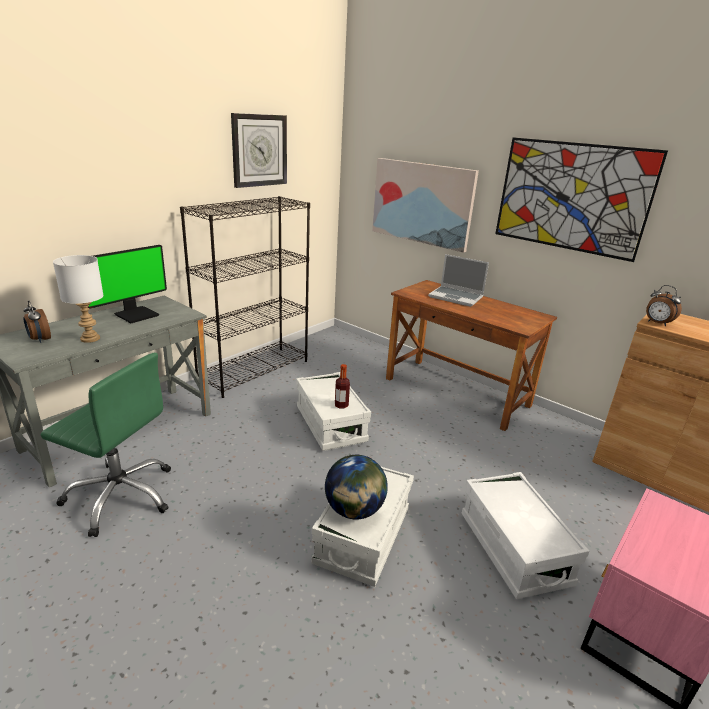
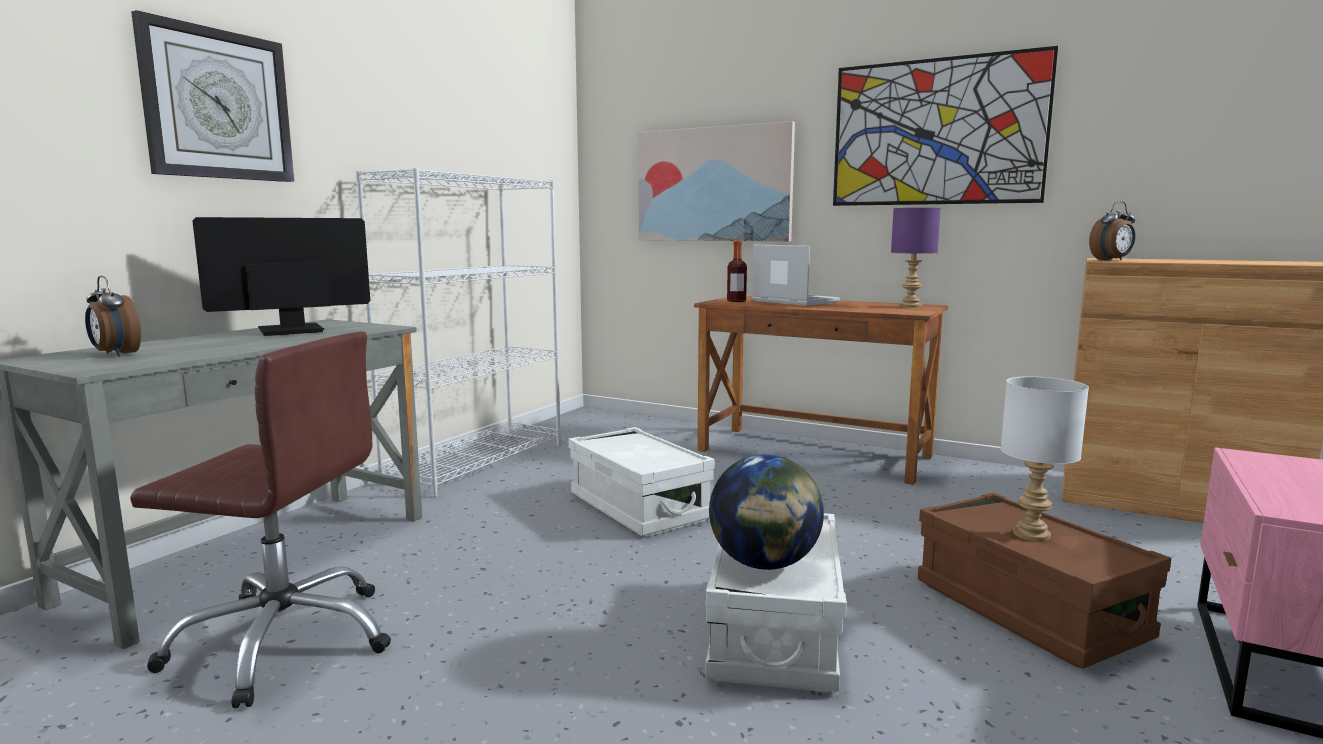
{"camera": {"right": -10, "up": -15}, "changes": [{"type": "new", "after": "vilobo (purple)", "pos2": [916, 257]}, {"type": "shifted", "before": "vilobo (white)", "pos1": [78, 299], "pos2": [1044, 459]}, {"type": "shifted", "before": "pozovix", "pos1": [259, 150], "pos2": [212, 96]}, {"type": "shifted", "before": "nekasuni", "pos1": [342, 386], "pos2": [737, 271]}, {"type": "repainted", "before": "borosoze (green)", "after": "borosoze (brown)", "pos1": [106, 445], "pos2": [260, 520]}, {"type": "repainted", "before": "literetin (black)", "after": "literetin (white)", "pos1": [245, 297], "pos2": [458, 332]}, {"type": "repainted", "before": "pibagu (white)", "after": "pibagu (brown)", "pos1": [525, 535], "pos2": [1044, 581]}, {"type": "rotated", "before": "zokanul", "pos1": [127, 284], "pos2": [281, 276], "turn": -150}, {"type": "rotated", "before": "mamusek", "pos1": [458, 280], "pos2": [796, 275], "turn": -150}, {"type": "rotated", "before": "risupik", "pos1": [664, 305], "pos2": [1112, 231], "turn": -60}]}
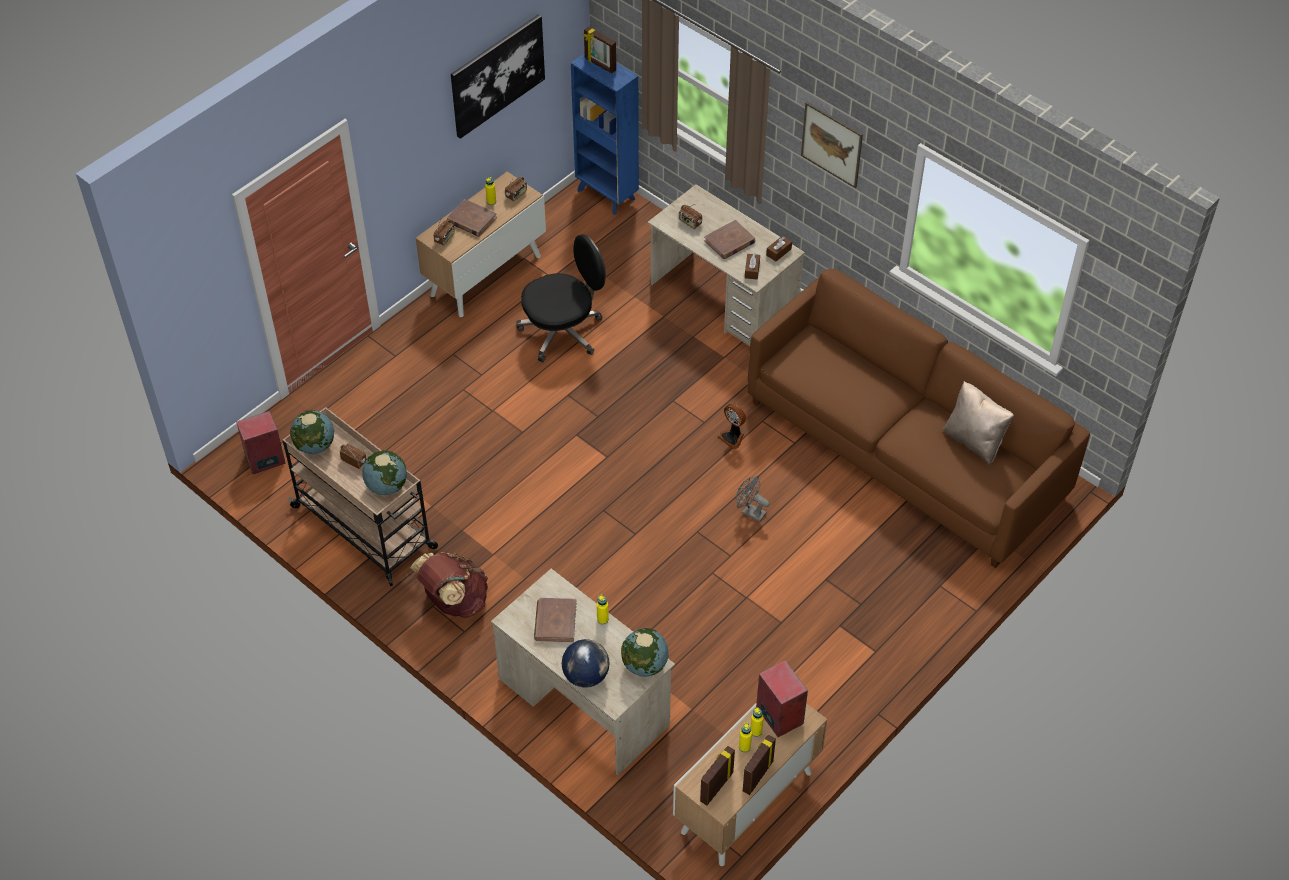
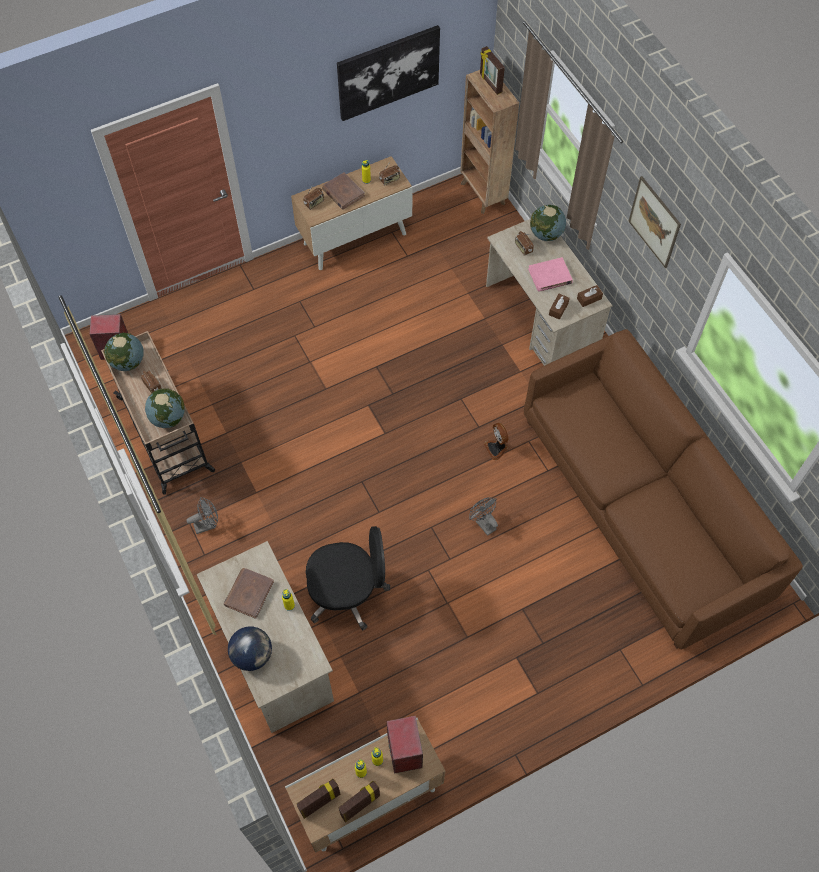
{"camera": {"right": 20, "up": 10}, "changes": [{"type": "gone", "before": "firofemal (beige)", "pos1": [978, 423]}, {"type": "shifted", "before": "borosoze (black)", "pos1": [561, 298], "pos2": [347, 578]}, {"type": "shifted", "before": "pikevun", "pos1": [645, 652], "pos2": [548, 223]}, {"type": "swapped", "before": "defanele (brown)", "after": "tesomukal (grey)", "pos1": [449, 585], "pos2": [202, 515]}, {"type": "repainted", "before": "literetin (blue)", "after": "literetin (brown)", "pos1": [605, 134], "pos2": [489, 142]}, {"type": "repainted", "before": "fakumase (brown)", "after": "fakumase (pink)", "pos1": [730, 239], "pos2": [550, 274]}]}
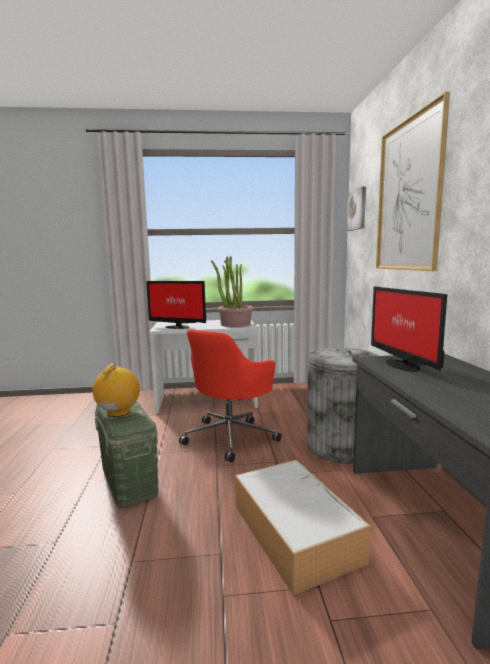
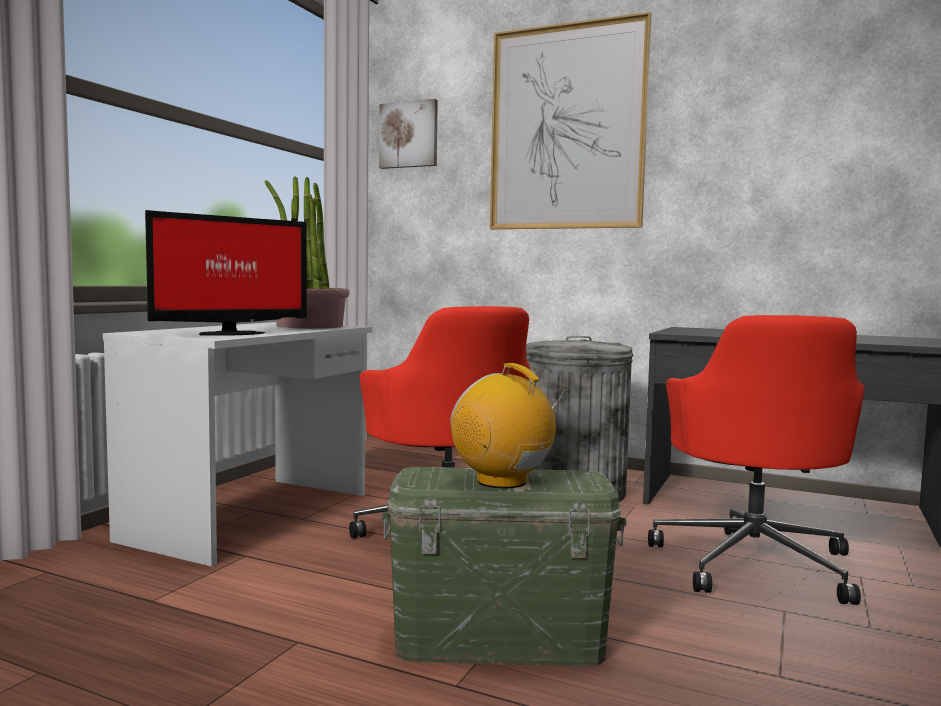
{"camera": {"right": -60, "up": -5}, "changes": [{"type": "gone", "before": "zokanul", "pos1": [409, 329]}, {"type": "swapped", "before": "pibagu", "after": "borosoze (red)", "pos1": [303, 527], "pos2": [756, 460]}]}
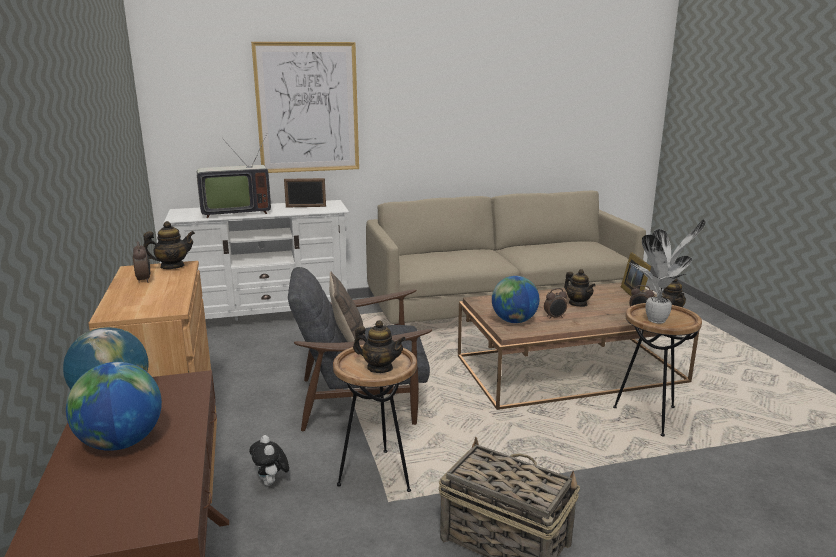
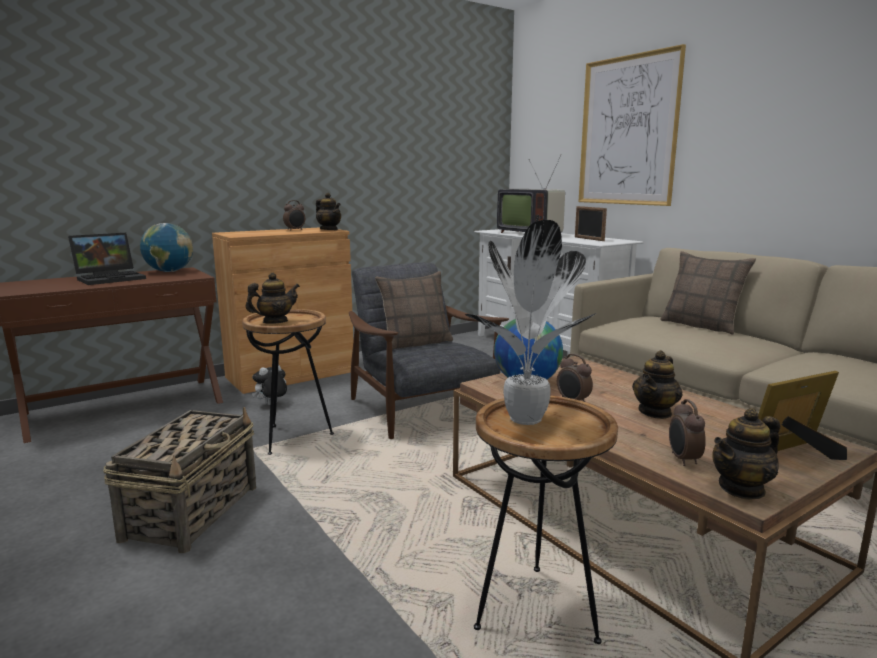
{"camera": {"right": 70, "up": -5}, "changes": [{"type": "new", "after": "firofemal", "pos2": [708, 293]}, {"type": "swapped", "before": "pikevun", "after": "mamusek", "pos1": [114, 406], "pos2": [107, 259]}, {"type": "rotated", "before": "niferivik", "pos1": [379, 346], "pos2": [273, 298], "turn": -120}]}
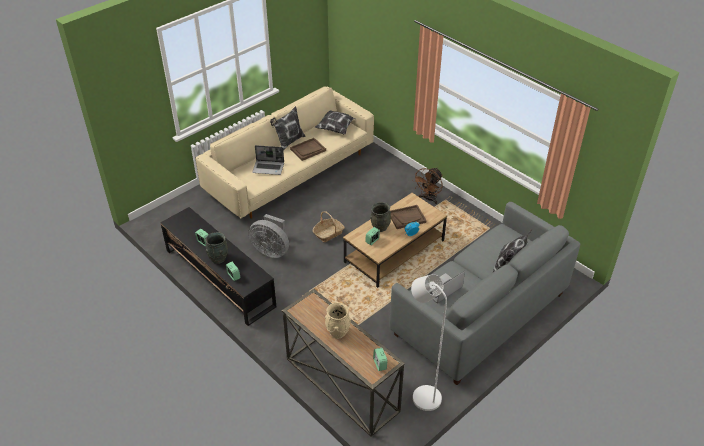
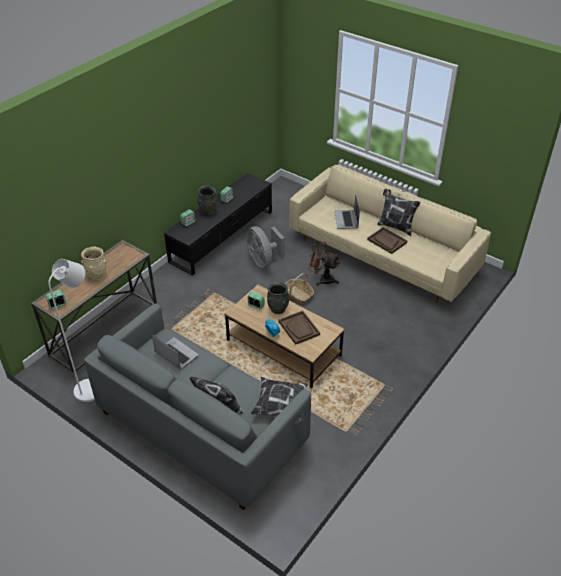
{"camera": {"right": 80, "up": 0}, "changes": [{"type": "shifted", "before": "firofemal", "pos1": [334, 122], "pos2": [279, 400]}, {"type": "shifted", "before": "tesomukal (brown)", "pos1": [427, 186], "pos2": [324, 263]}, {"type": "rotated", "before": "tesomukal (grey)", "pos1": [268, 236], "pos2": [265, 247], "turn": -45}]}
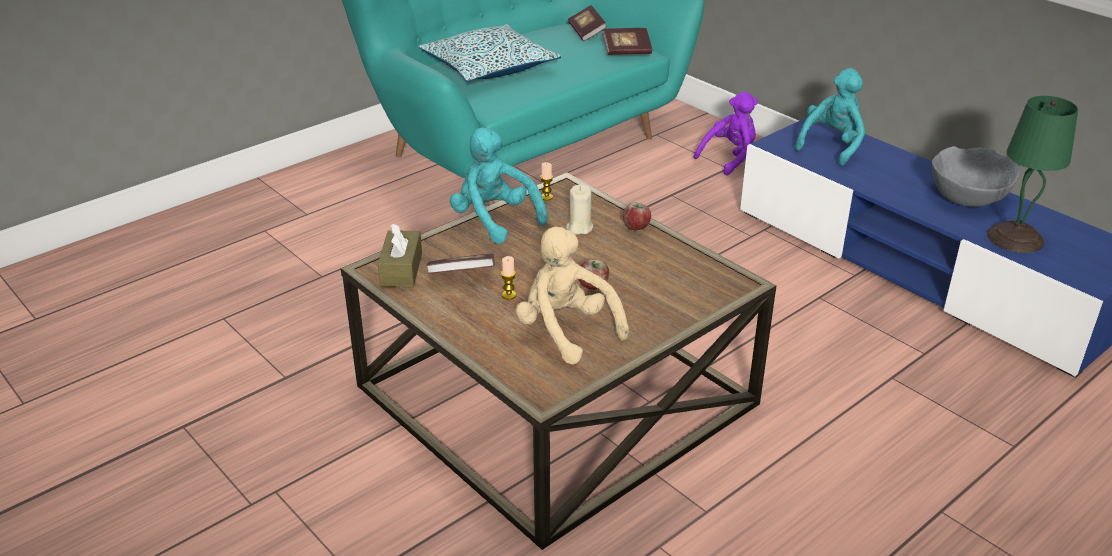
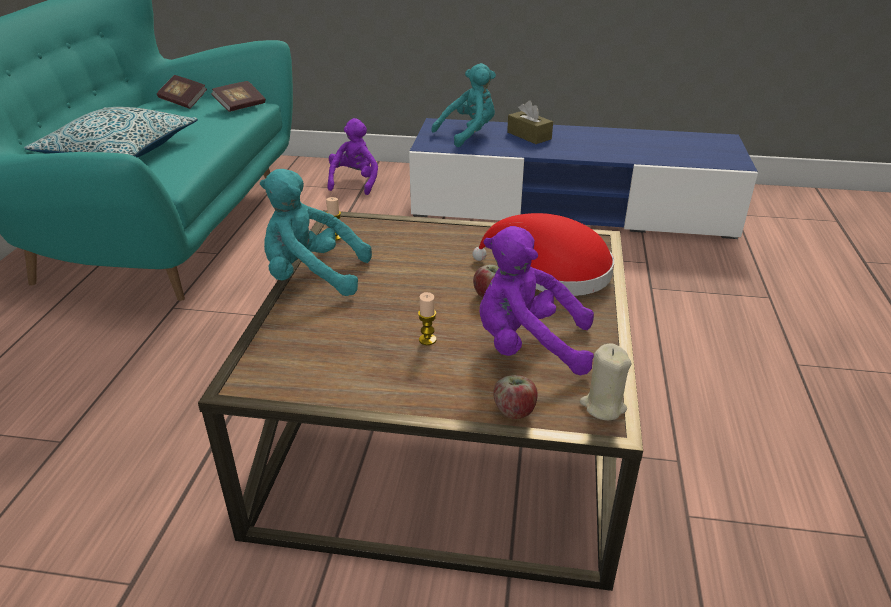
{"camera": {"right": -40, "up": 0}, "changes": [{"type": "gone", "before": "fakumase", "pos1": [460, 263]}, {"type": "gone", "before": "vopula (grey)", "pos1": [976, 176]}, {"type": "gone", "before": "vilobo (green)", "pos1": [1032, 174]}, {"type": "new", "after": "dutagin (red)", "pos2": [543, 254]}, {"type": "shifted", "before": "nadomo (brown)", "pos1": [400, 255], "pos2": [530, 122]}, {"type": "shifted", "before": "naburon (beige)", "pos1": [579, 209], "pos2": [606, 381]}, {"type": "shifted", "before": "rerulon", "pos1": [637, 216], "pos2": [515, 397]}, {"type": "repainted", "before": "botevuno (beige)", "after": "botevuno (purple)", "pos1": [572, 295], "pos2": [536, 300]}, {"type": "rotated", "before": "botevuno (turquoise)", "pos1": [830, 117], "pos2": [463, 105], "turn": 60}]}
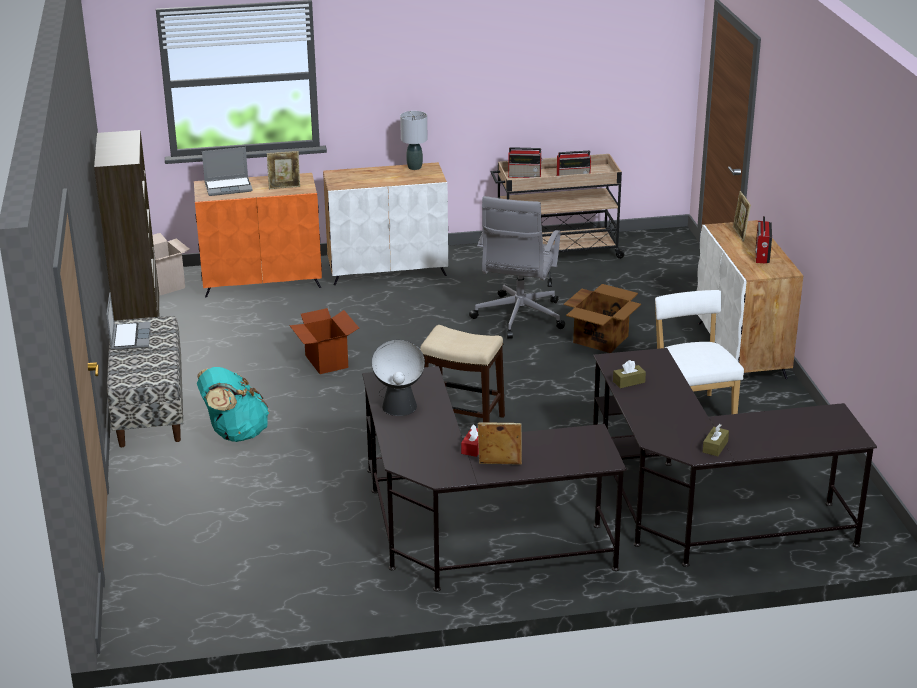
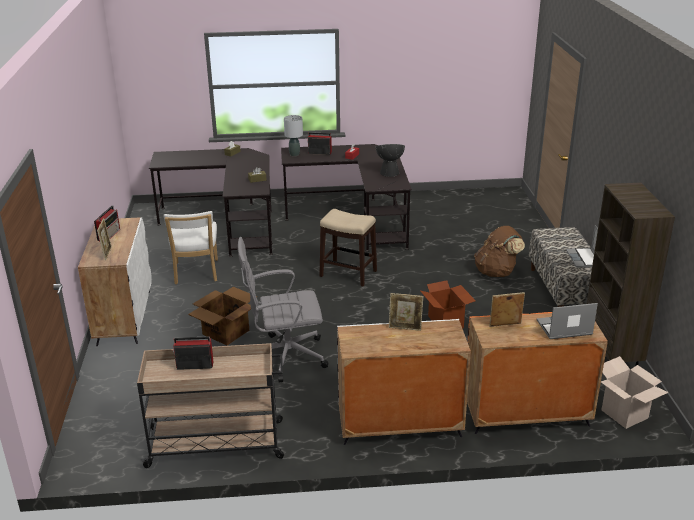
{"camera": {"right": -175, "up": 0}, "changes": [{"type": "shifted", "before": "vilobo (grey)", "pos1": [414, 140], "pos2": [293, 135]}, {"type": "shifted", "before": "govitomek", "pos1": [500, 443], "pos2": [406, 312]}, {"type": "shifted", "before": "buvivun", "pos1": [525, 162], "pos2": [319, 143]}, {"type": "repainted", "before": "defanele (turquoise)", "after": "defanele (brown)", "pos1": [233, 404], "pos2": [499, 251]}, {"type": "rotated", "before": "borosoze (grey)", "pos1": [517, 267], "pos2": [283, 309], "turn": -120}]}
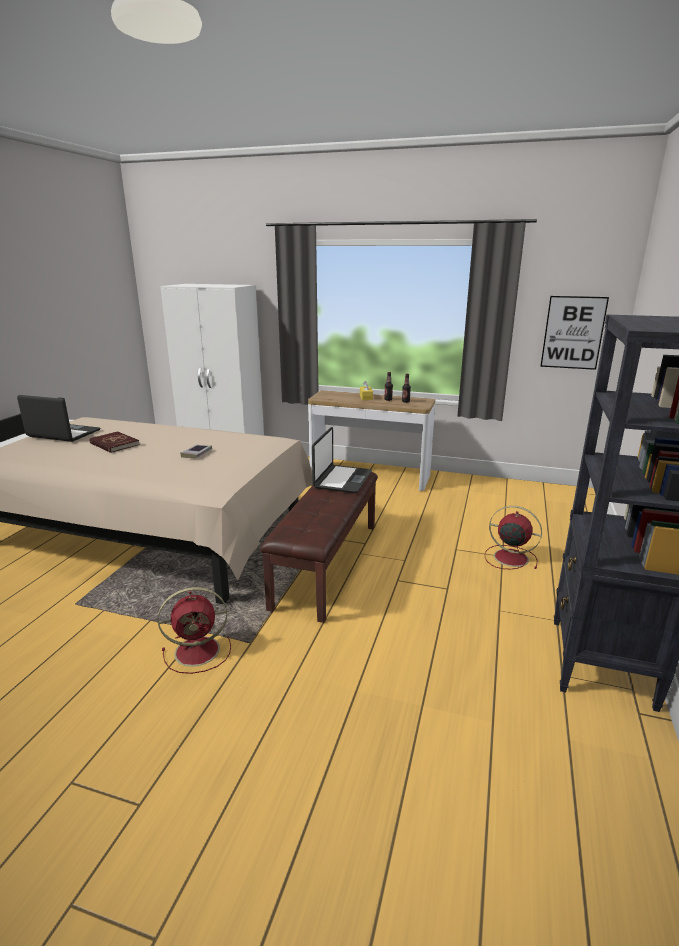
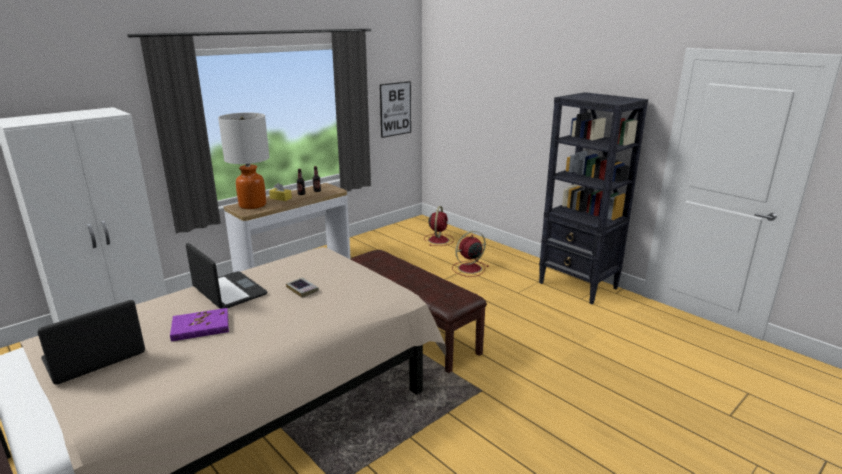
{"camera": {"right": -60, "up": 0}, "changes": [{"type": "new", "after": "vilobo", "pos2": [244, 161]}, {"type": "shifted", "before": "tesomukal (red)", "pos1": [194, 630], "pos2": [439, 226]}, {"type": "shifted", "before": "mamusek", "pos1": [342, 460], "pos2": [226, 276]}, {"type": "repainted", "before": "fakumase (red)", "after": "fakumase (purple)", "pos1": [114, 442], "pos2": [199, 325]}]}
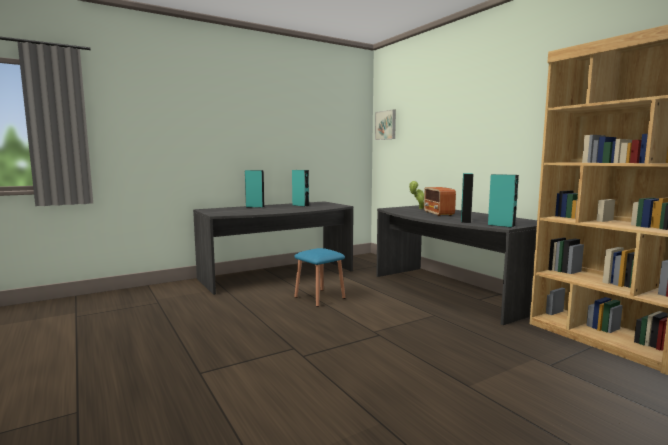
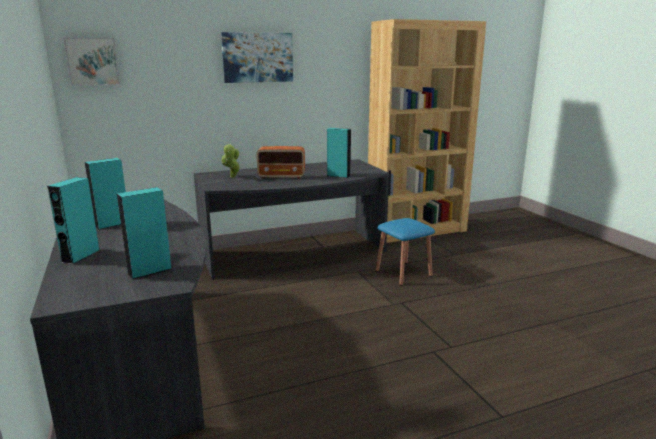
{"camera": {"right": -80, "up": 10}, "changes": [{"type": "new", "after": "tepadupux", "pos2": [257, 57]}, {"type": "shifted", "before": "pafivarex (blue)", "pos1": [319, 277], "pos2": [405, 252]}, {"type": "shifted", "before": "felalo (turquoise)", "pos1": [503, 201], "pos2": [144, 233]}]}
